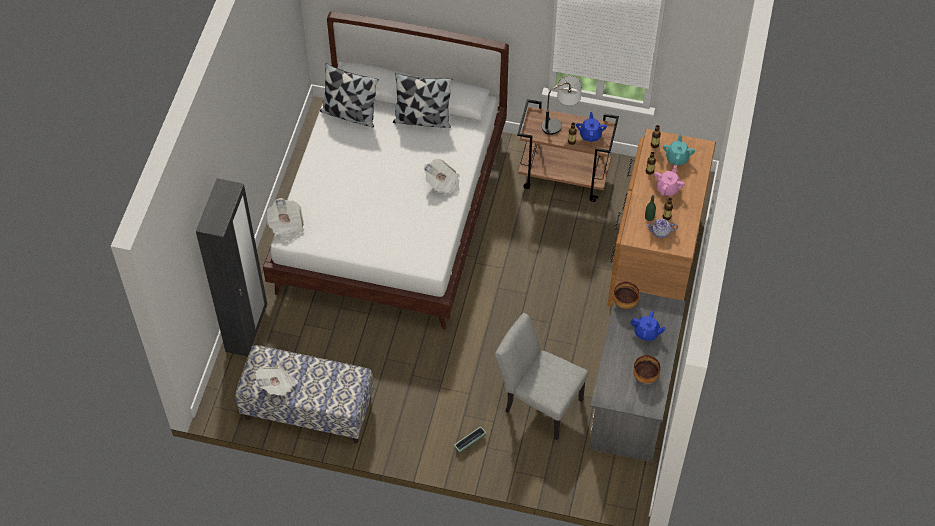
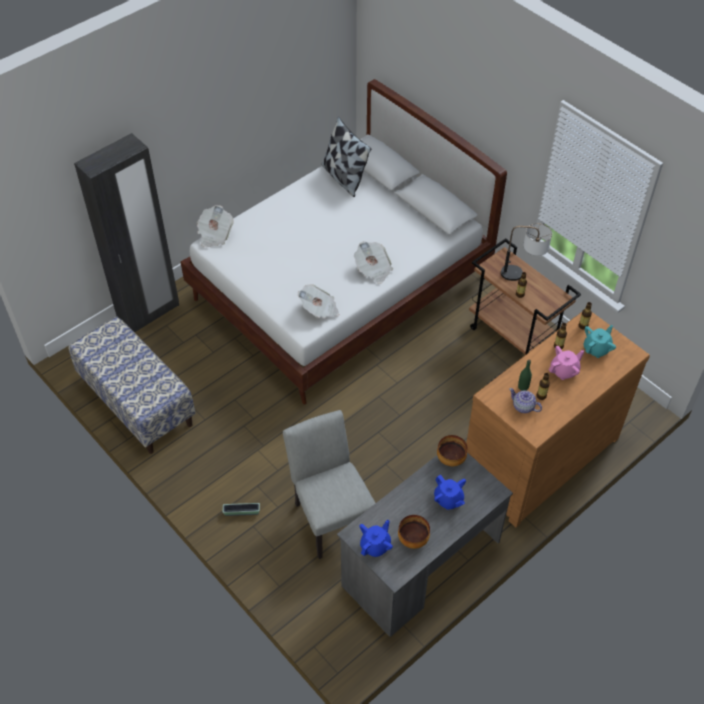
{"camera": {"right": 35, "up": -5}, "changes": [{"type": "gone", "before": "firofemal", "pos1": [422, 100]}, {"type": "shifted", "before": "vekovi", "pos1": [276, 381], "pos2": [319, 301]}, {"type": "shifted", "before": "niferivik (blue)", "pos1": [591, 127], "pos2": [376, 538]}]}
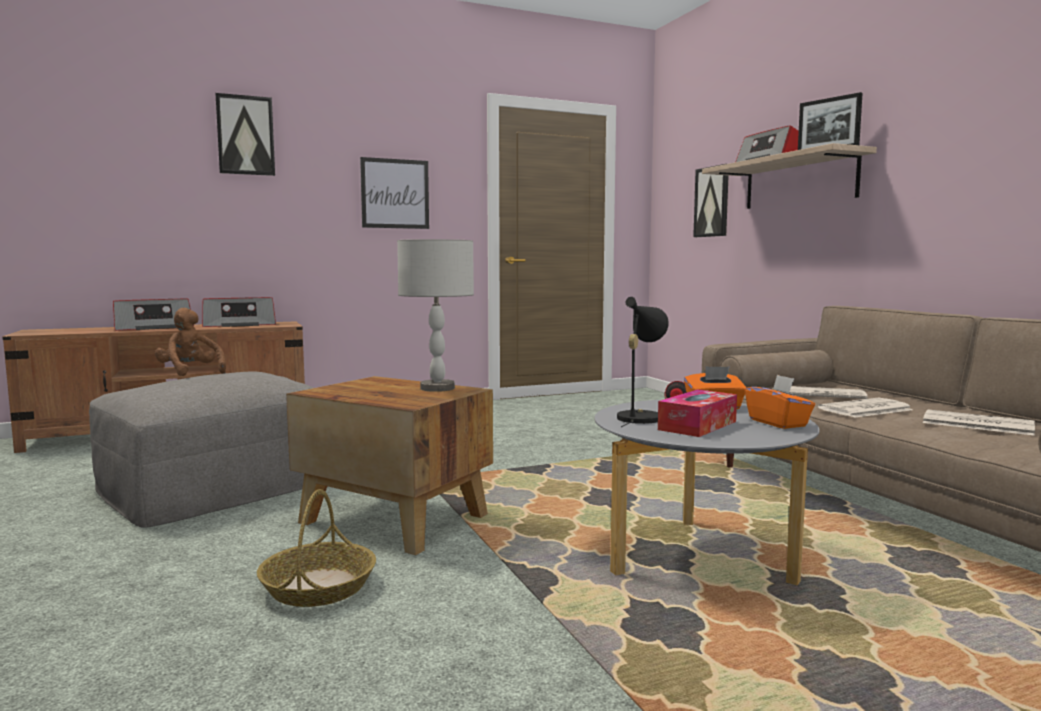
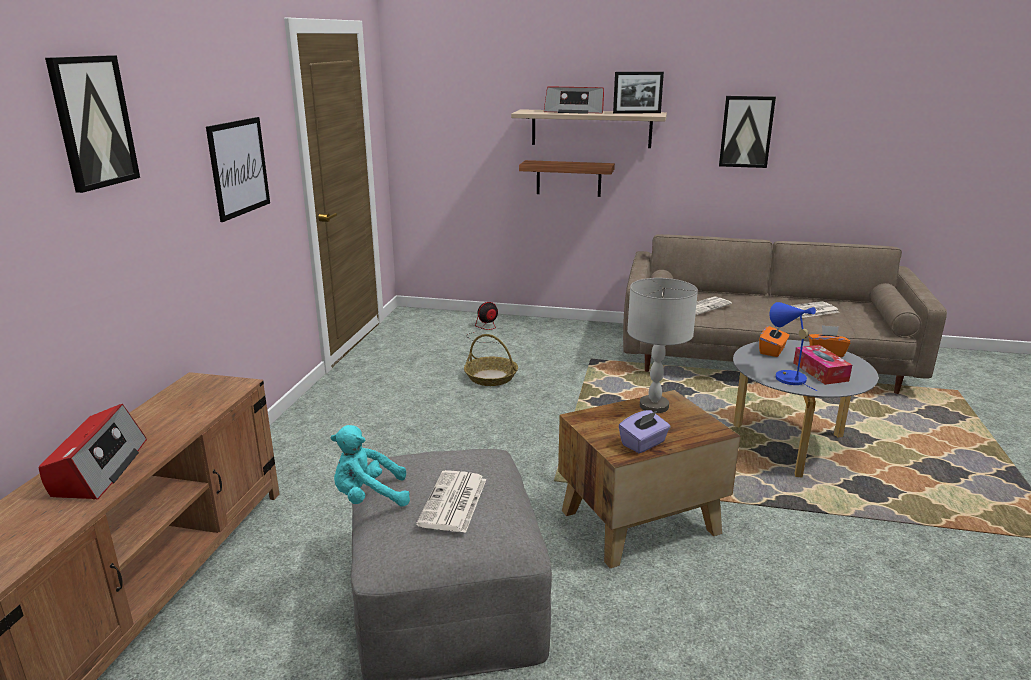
{"camera": {"right": -55, "up": 15}, "changes": [{"type": "gone", "before": "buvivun", "pos1": [239, 312]}, {"type": "new", "after": "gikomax", "pos2": [567, 178]}, {"type": "new", "after": "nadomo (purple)", "pos2": [645, 431]}, {"type": "shifted", "before": "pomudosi", "pos1": [316, 548], "pos2": [491, 360]}, {"type": "shifted", "before": "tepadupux", "pos1": [711, 200], "pos2": [747, 132]}, {"type": "shifted", "before": "vekovi", "pos1": [865, 408], "pos2": [451, 501]}, {"type": "repainted", "before": "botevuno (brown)", "after": "botevuno (turquoise)", "pos1": [190, 342], "pos2": [370, 465]}, {"type": "repainted", "before": "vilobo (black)", "after": "vilobo (blue)", "pos1": [643, 362], "pos2": [793, 346]}]}
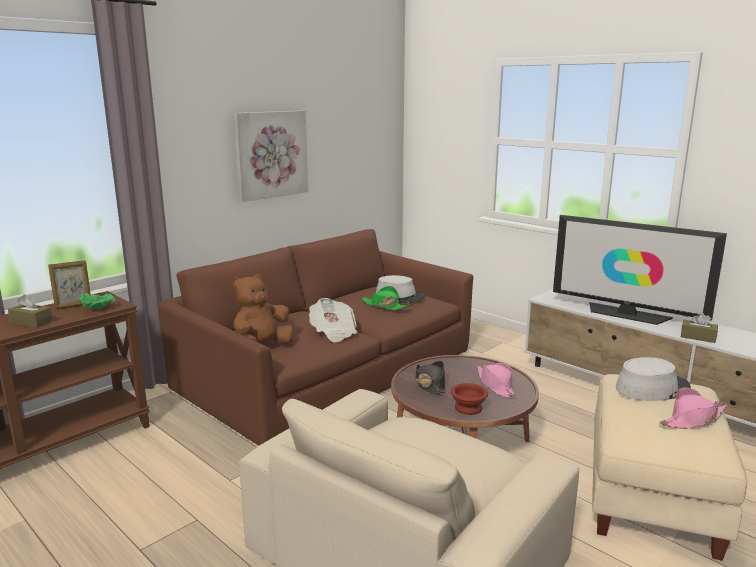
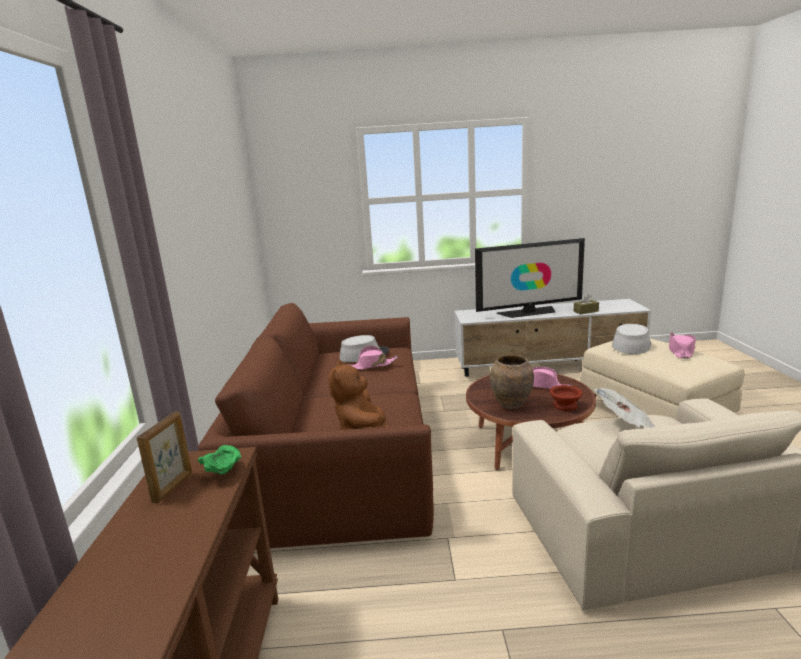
{"camera": {"right": -45, "up": 0}, "changes": [{"type": "gone", "before": "nadomo (brown)", "pos1": [30, 311]}, {"type": "gone", "before": "tepadupux", "pos1": [271, 156]}, {"type": "shifted", "before": "vekovi", "pos1": [333, 320], "pos2": [625, 408]}, {"type": "swapped", "before": "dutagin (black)", "after": "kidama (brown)", "pos1": [431, 378], "pos2": [512, 382]}, {"type": "repainted", "before": "dutagin (green)", "after": "dutagin (pink)", "pos1": [386, 298], "pos2": [374, 357]}]}
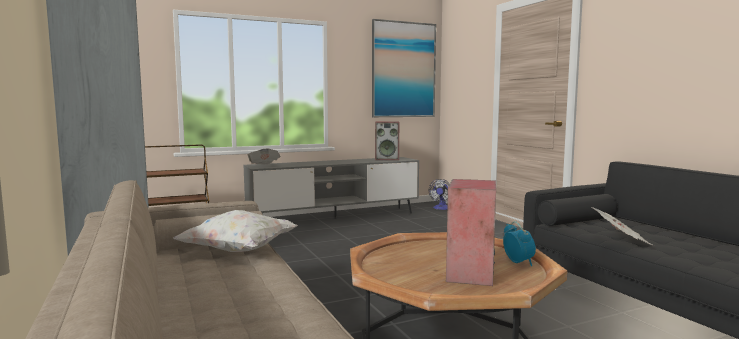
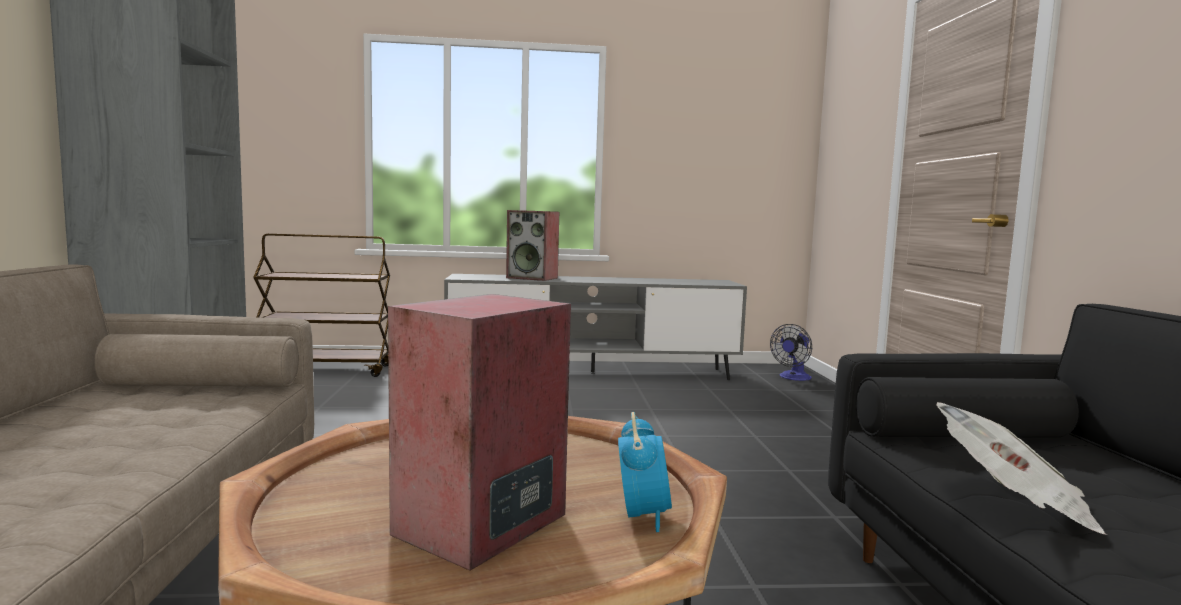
{"camera": {"right": 20, "up": 0}, "changes": [{"type": "gone", "before": "firofemal (white)", "pos1": [235, 231]}, {"type": "gone", "before": "vekovi", "pos1": [264, 156]}, {"type": "gone", "before": "tepadupux", "pos1": [404, 68]}, {"type": "shifted", "before": "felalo", "pos1": [387, 140], "pos2": [532, 245]}]}
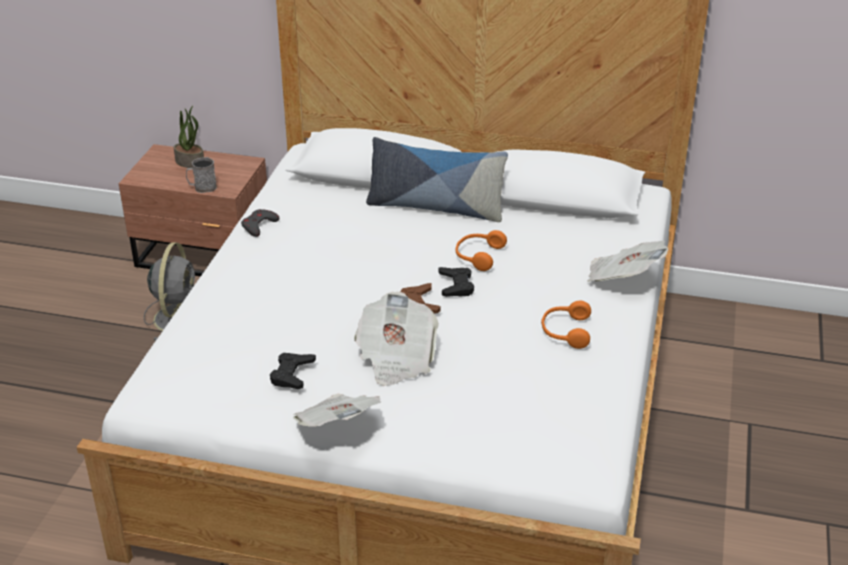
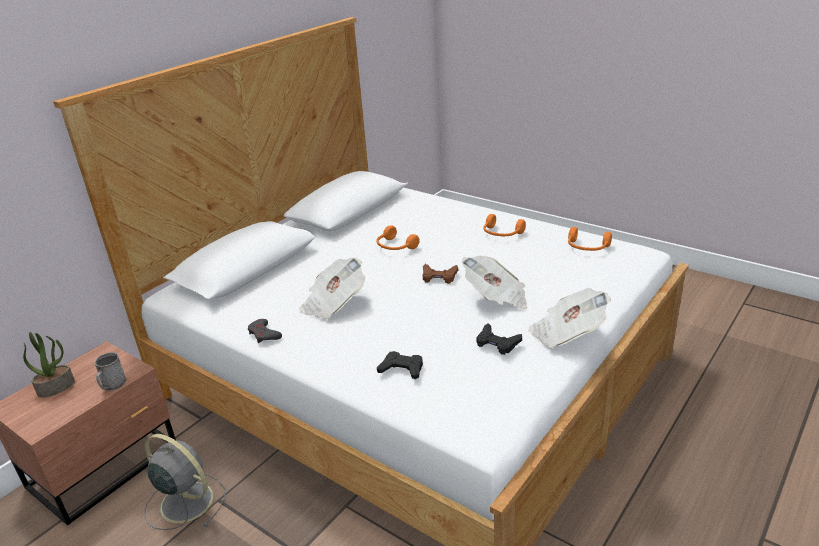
{"camera": {"right": -65, "up": -5}, "changes": [{"type": "gone", "before": "firofemal", "pos1": [437, 179]}, {"type": "new", "after": "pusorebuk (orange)", "pos2": [590, 239]}, {"type": "shifted", "before": "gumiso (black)", "pos1": [456, 282], "pos2": [400, 365]}, {"type": "shifted", "before": "vekovi", "pos1": [627, 261], "pos2": [332, 288]}]}
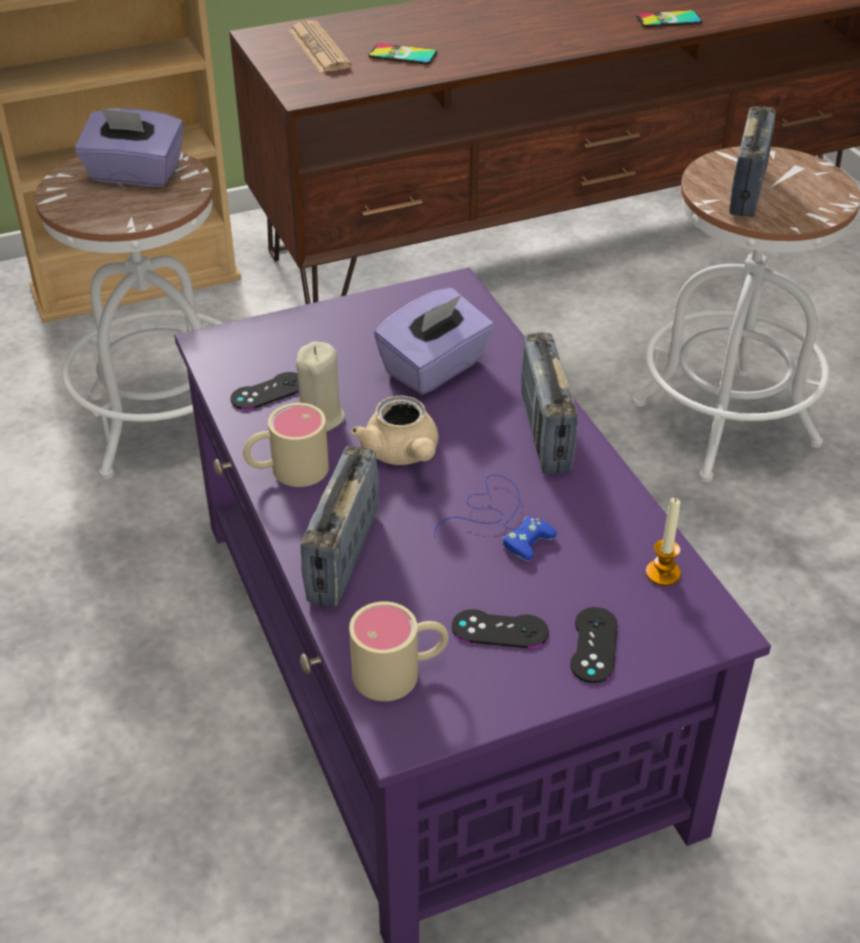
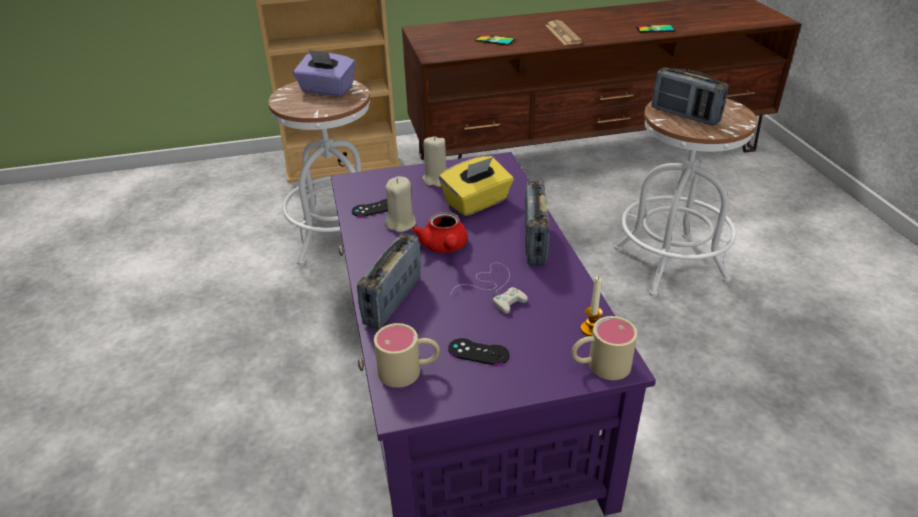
{"camera": {"right": 10, "up": -5}, "changes": [{"type": "gone", "before": "gumiso (black)", "pos1": [594, 645]}, {"type": "new", "after": "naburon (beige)", "pos2": [435, 161]}, {"type": "shifted", "before": "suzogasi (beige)", "pos1": [286, 445], "pos2": [604, 348]}, {"type": "shifted", "before": "vekovi", "pos1": [319, 47], "pos2": [563, 32]}, {"type": "repainted", "before": "niferivik (beige)", "after": "niferivik (red)", "pos1": [395, 430], "pos2": [440, 232]}, {"type": "repainted", "before": "nadomo (purple)", "after": "nadomo (yellow)", "pos1": [434, 341], "pos2": [476, 186]}, {"type": "repainted", "before": "gumiso (blue)", "after": "gumiso (white)", "pos1": [495, 518], "pos2": [489, 288]}, {"type": "rotated", "before": "buvivun", "pos1": [752, 161], "pos2": [690, 96], "turn": 105}]}
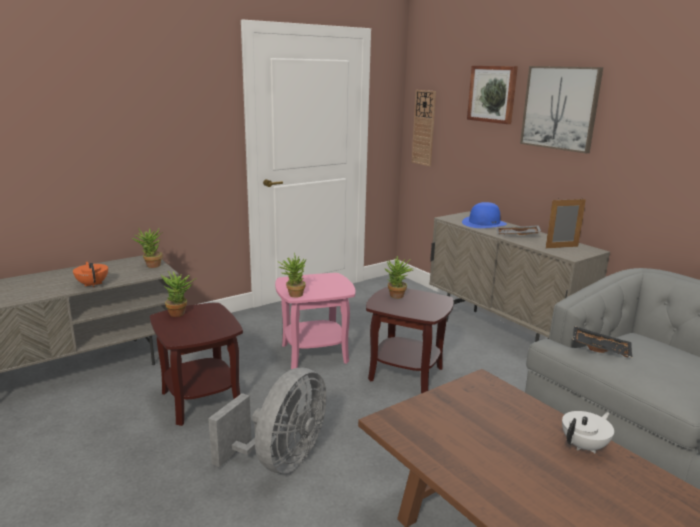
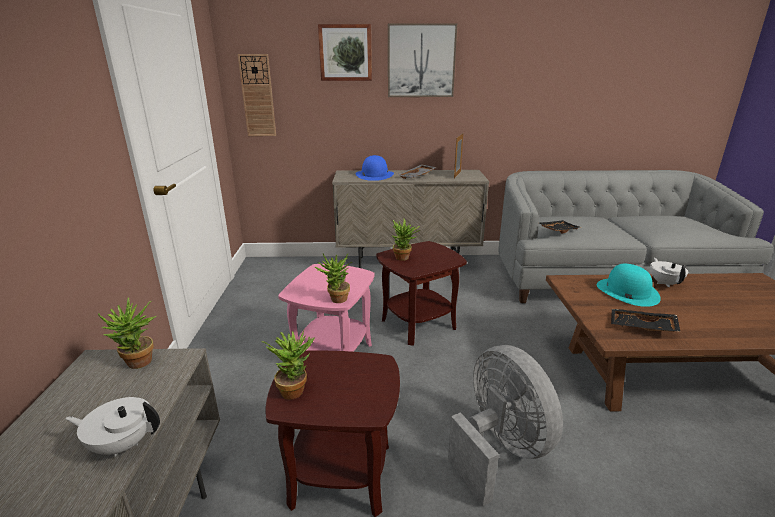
{"camera": {"right": -55, "up": 5}, "changes": [{"type": "new", "after": "dutagin (turquoise)", "pos2": [629, 285]}, {"type": "new", "after": "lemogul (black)", "pos2": [645, 320]}, {"type": "repainted", "before": "niferivik (orange)", "after": "niferivik (white)", "pos1": [90, 274], "pos2": [112, 427]}]}
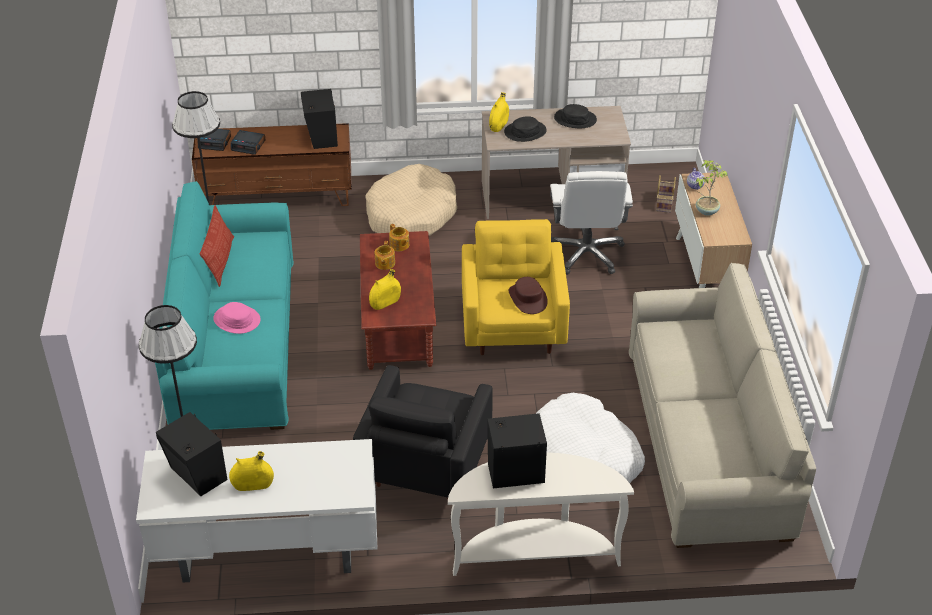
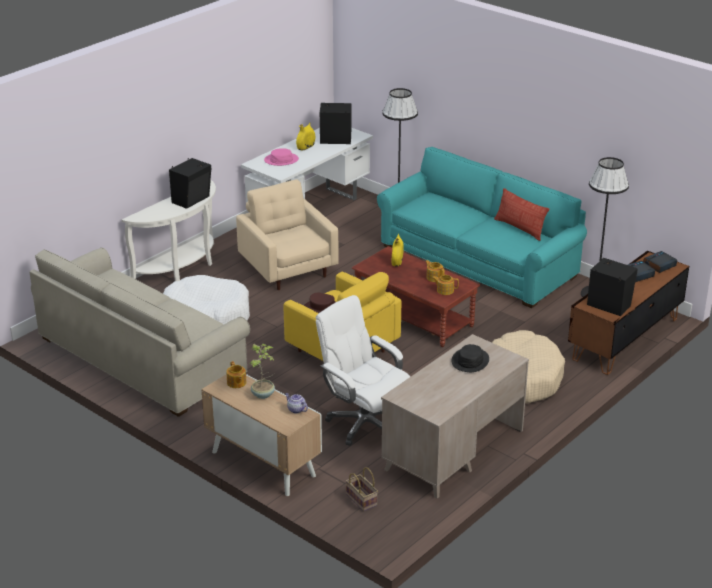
{"camera": {"right": 135, "up": -10}, "changes": [{"type": "gone", "before": "kidama (yellow)", "pos1": [499, 112]}, {"type": "gone", "before": "dutagin (black)", "pos1": [575, 116]}, {"type": "new", "after": "niferivik", "pos2": [236, 374]}, {"type": "shifted", "before": "dutagin (pink)", "pos1": [237, 318], "pos2": [281, 157]}, {"type": "repainted", "before": "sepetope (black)", "after": "sepetope (beige)", "pos1": [423, 433], "pos2": [287, 234]}]}
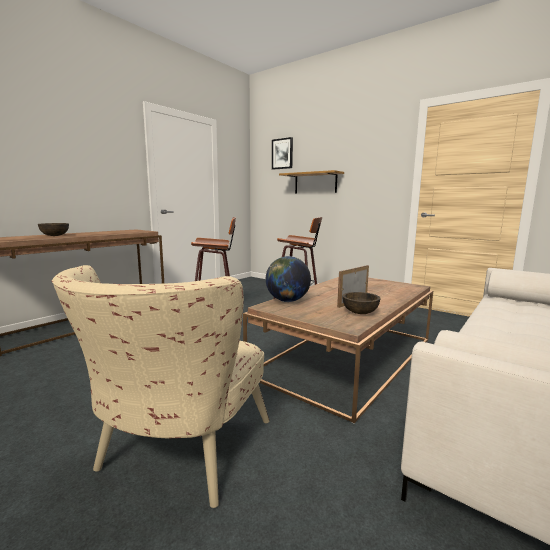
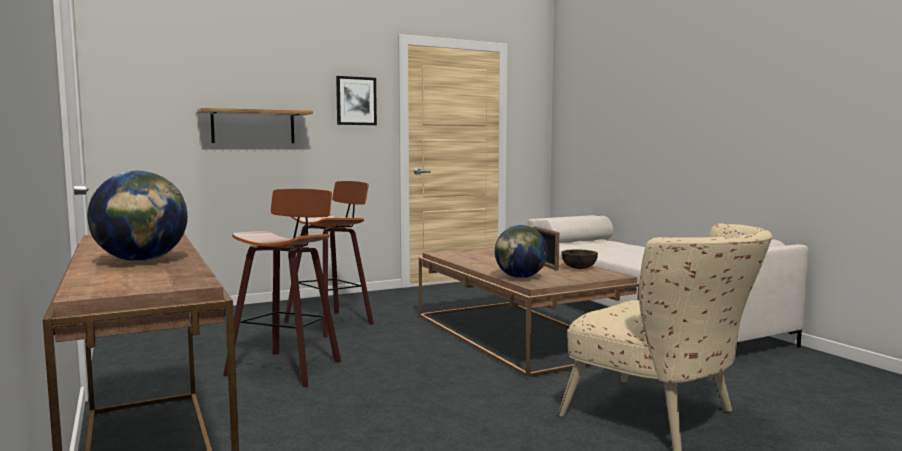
{"camera": {"right": -65, "up": -5}, "changes": [{"type": "shifted", "before": "tepadupux", "pos1": [282, 153], "pos2": [356, 100]}, {"type": "swapped", "before": "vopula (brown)", "after": "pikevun", "pos1": [53, 229], "pos2": [137, 216]}]}
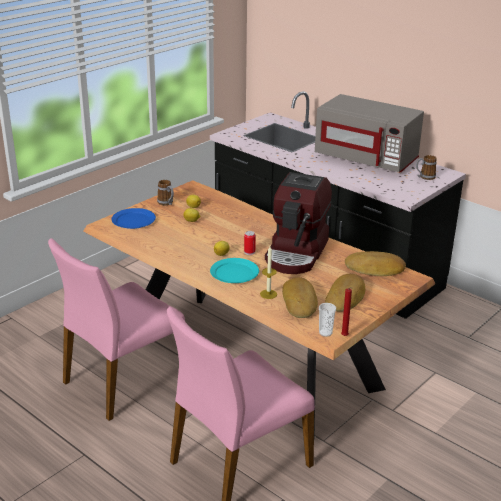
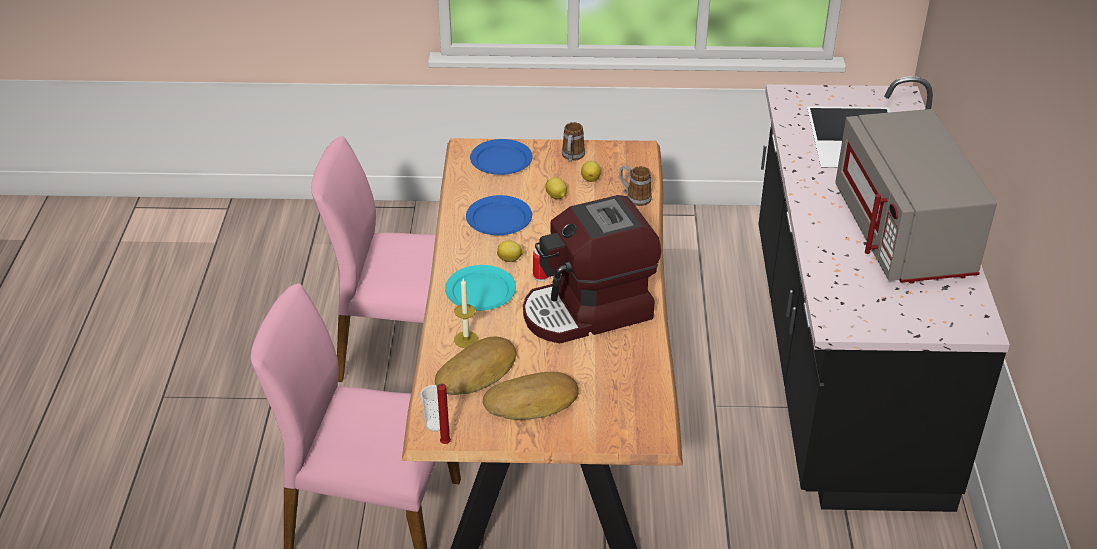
{"camera": {"right": 50, "up": 10}, "changes": [{"type": "gone", "before": "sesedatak", "pos1": [375, 263]}, {"type": "new", "after": "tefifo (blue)", "pos2": [499, 215]}, {"type": "shifted", "before": "suzogasi", "pos1": [426, 167], "pos2": [635, 185]}]}
